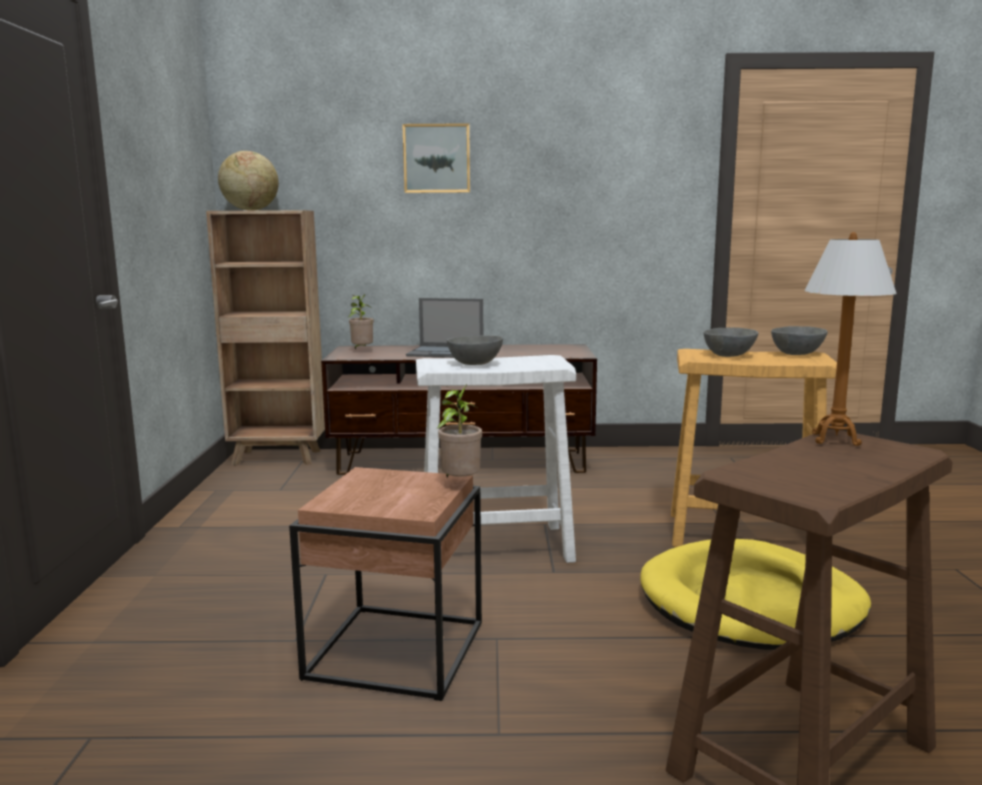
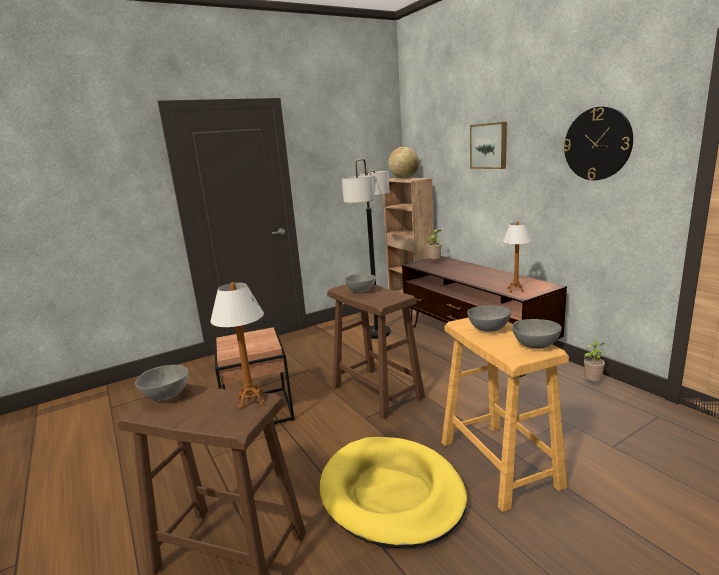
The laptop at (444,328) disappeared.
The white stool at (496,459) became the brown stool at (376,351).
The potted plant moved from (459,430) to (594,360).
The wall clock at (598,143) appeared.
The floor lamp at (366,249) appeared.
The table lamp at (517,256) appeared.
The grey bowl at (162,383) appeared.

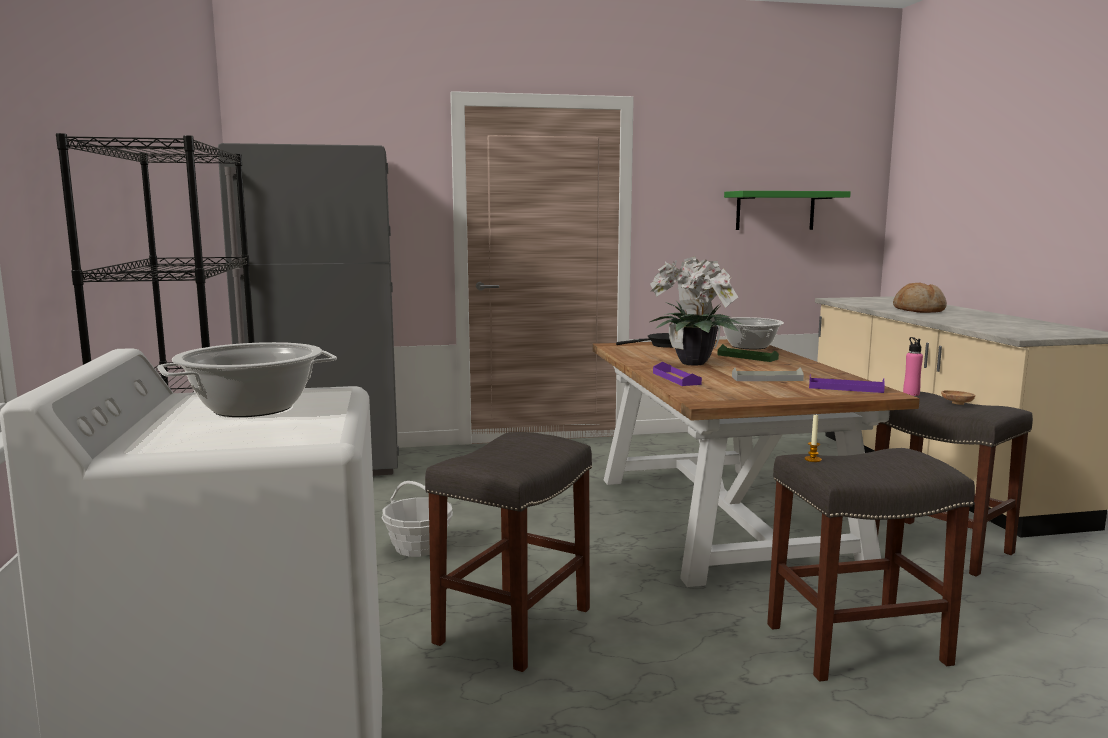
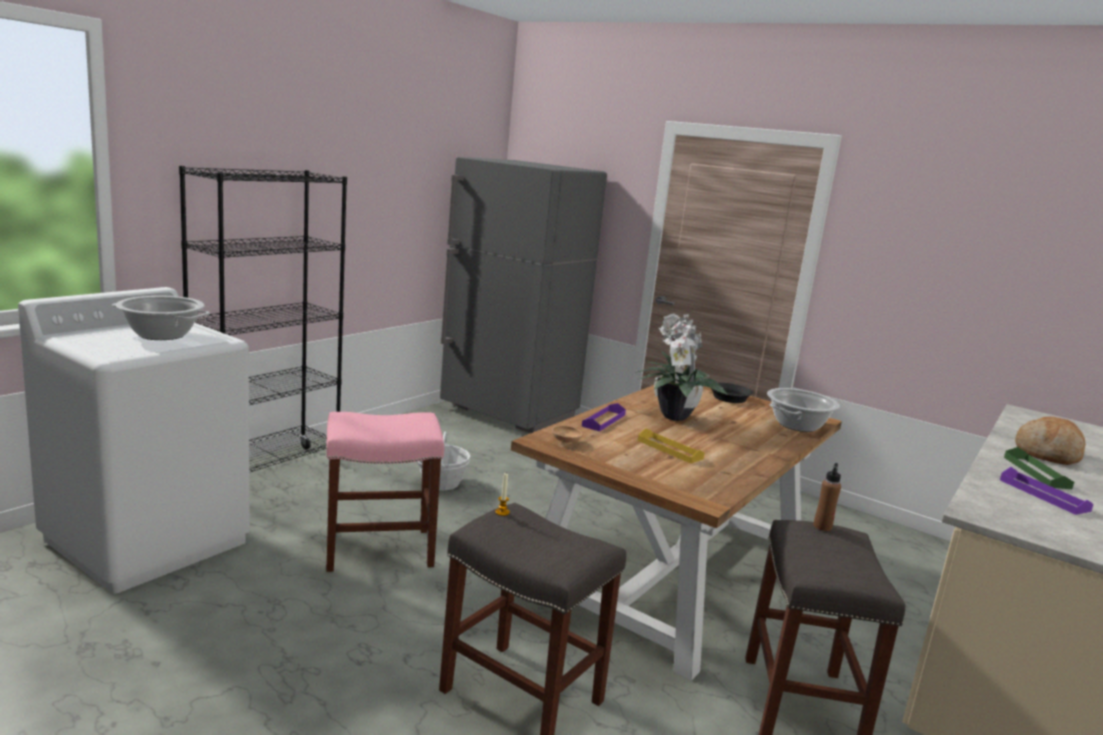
The green shelf at (787,210) disappeared.
The pink bottle at (913,366) became the brown bottle at (827,497).
The green tray moved from (748,353) to (1039,468).
The grey tray at (768,374) became the yellow tray at (671,445).
The purple tray moved from (847,383) to (1047,491).
The brown bowl moved from (958,397) to (567,435).
The grey stool at (508,552) became the pink stool at (385,492).

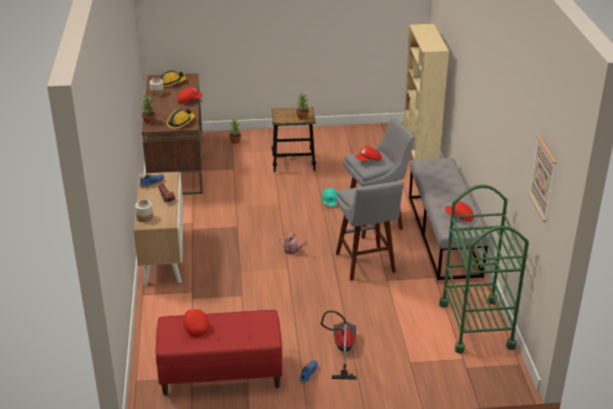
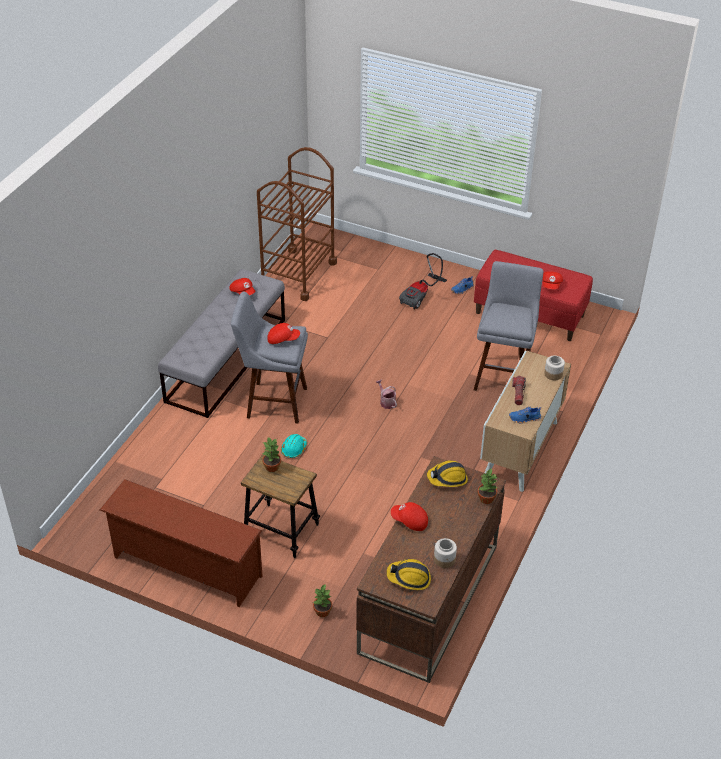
The beige bookcase at (426,92) disappeared.
The picture at (542,179) disappeared.
The grey stool moved from (370,231) to (508,326).
The green cart at (484,269) became the brown cart at (297,224).
The brown shoe rack at (181,543) appeared.

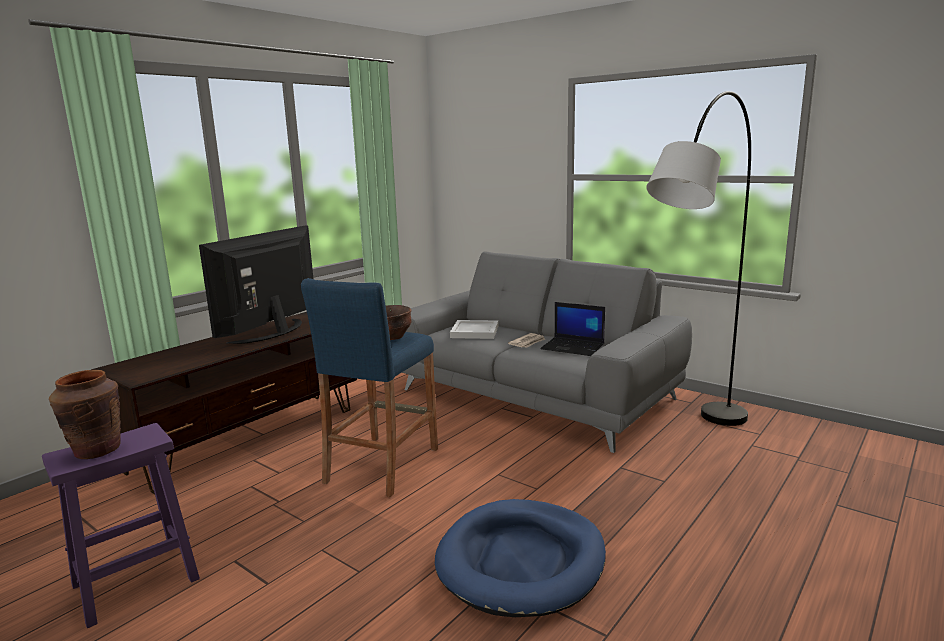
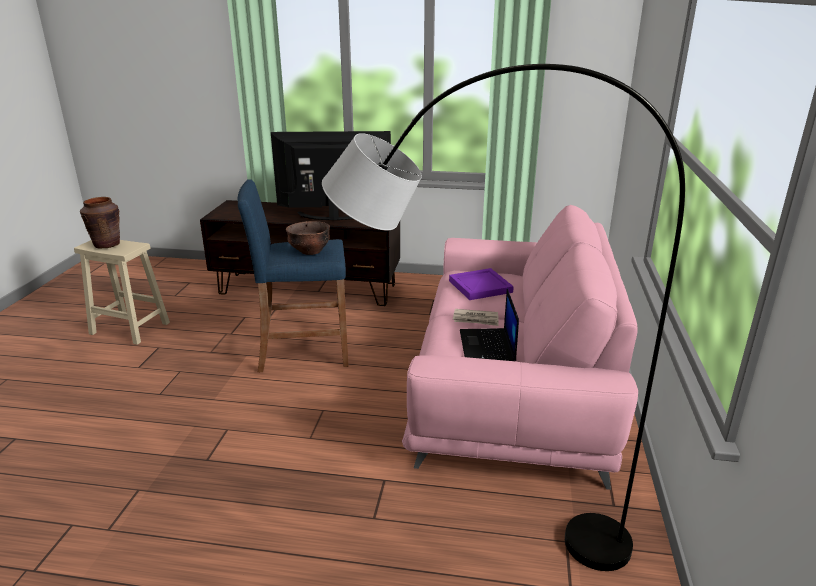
The grey sofa at (546,352) became the pink sofa at (520,347).
The white tray at (474,329) became the purple tray at (481,284).
The purple stool at (121,525) became the beige stool at (122,292).
The blue dog bed at (520,558) disappeared.

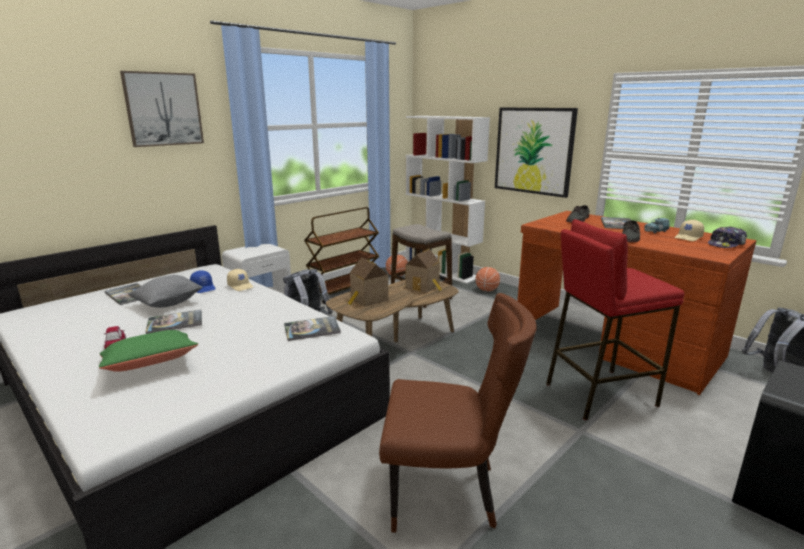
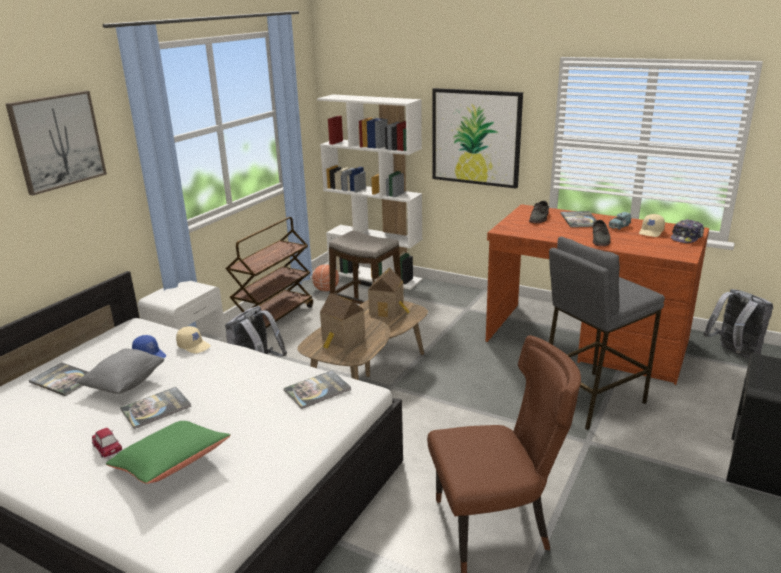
The red stool at (615,319) became the grey stool at (607,333).
The basketball at (487,279) disappeared.

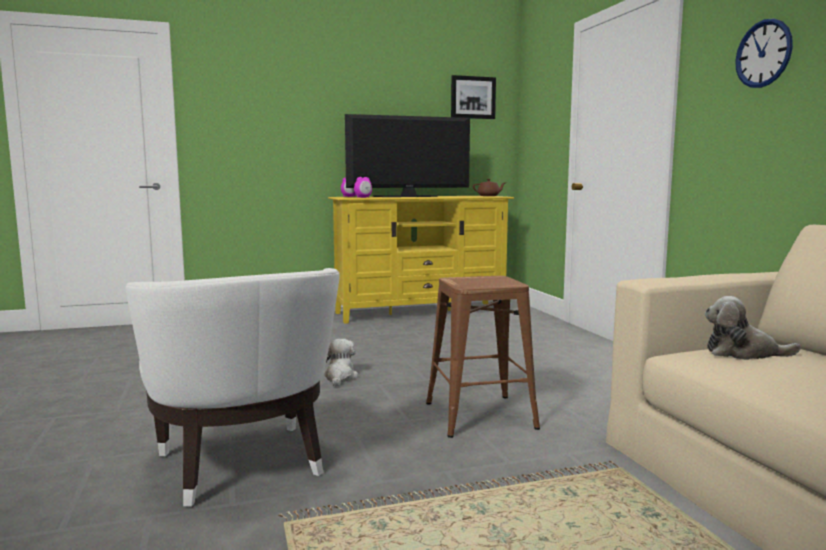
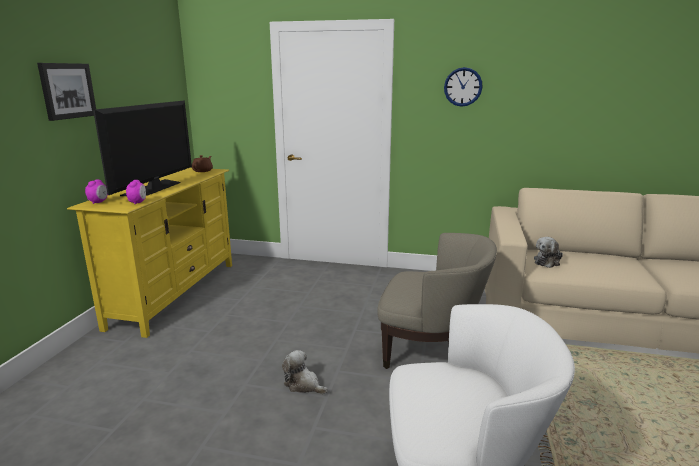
The picture moved from (473,97) to (66,92).
The brown stool at (483,357) was replaced by the beige armchair at (437,301).

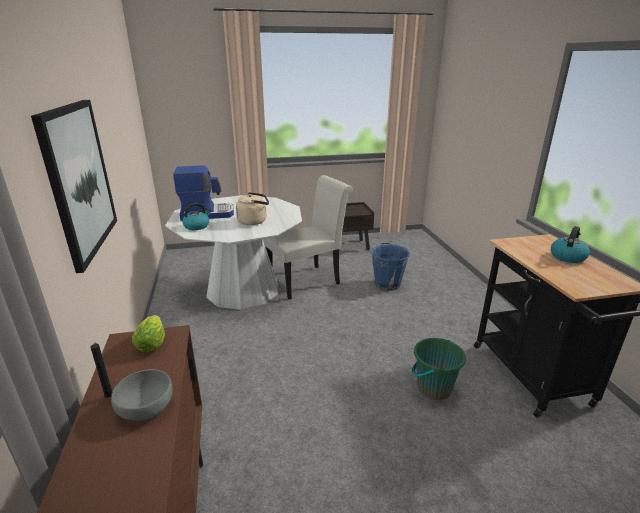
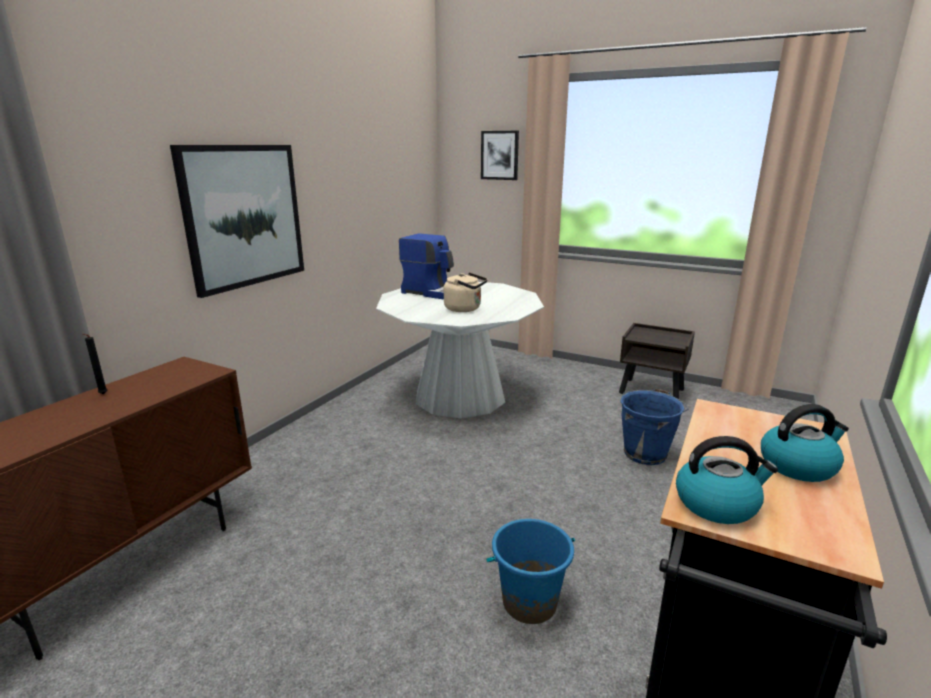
The white chair at (308,237) disappeared.
The kettle moved from (196,216) to (727,480).
The lettuce at (148,333) disappeared.
The green bucket at (439,369) became the blue bucket at (530,571).
The grey bowl at (142,395) disappeared.
The picture at (500,155) appeared.

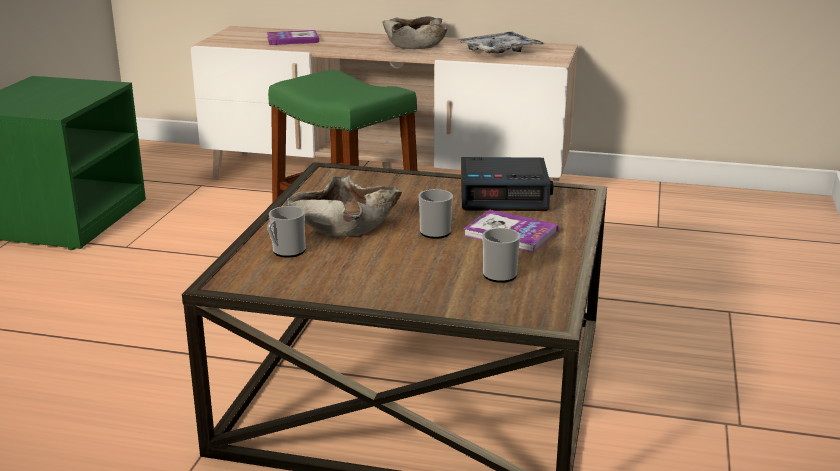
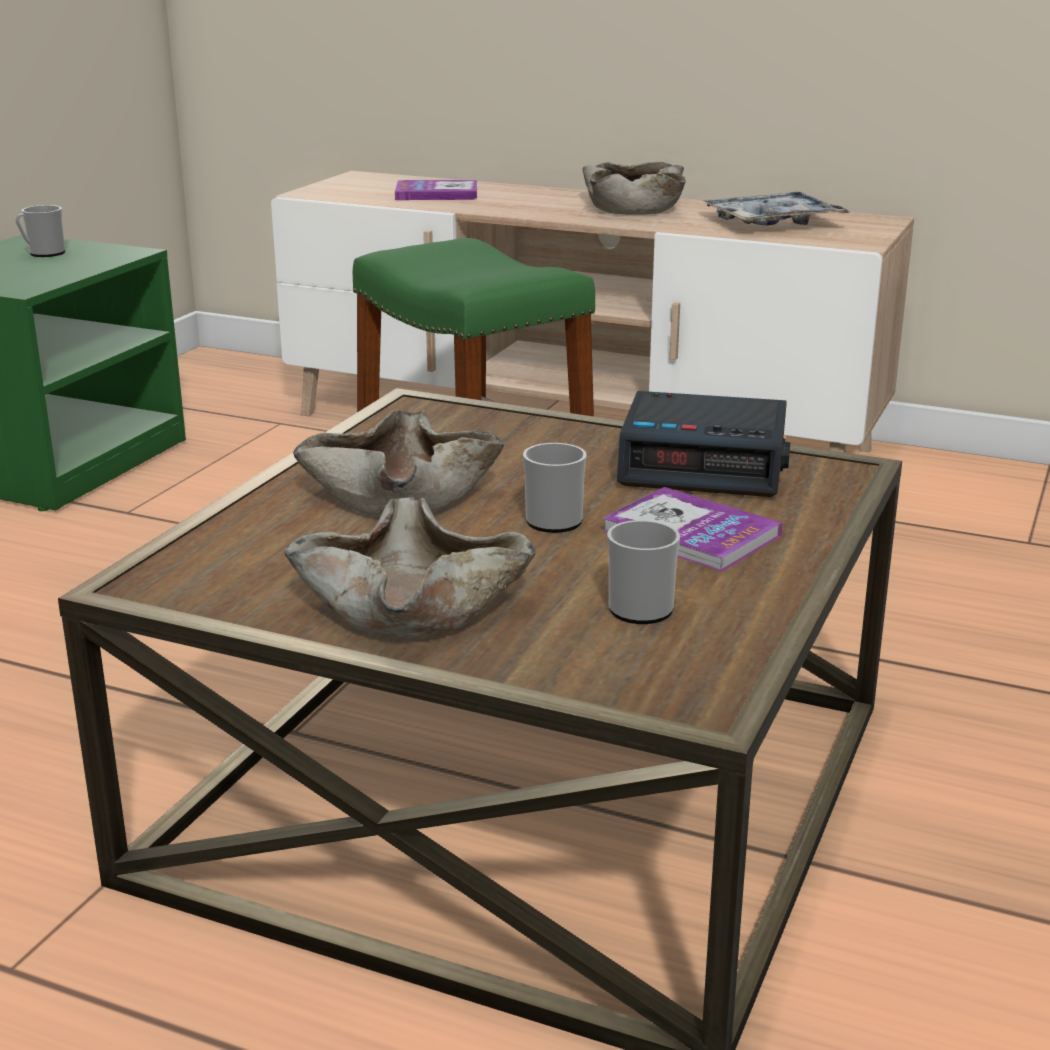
The mug moved from (286,232) to (40,231).
The beige bowl at (410,567) appeared.

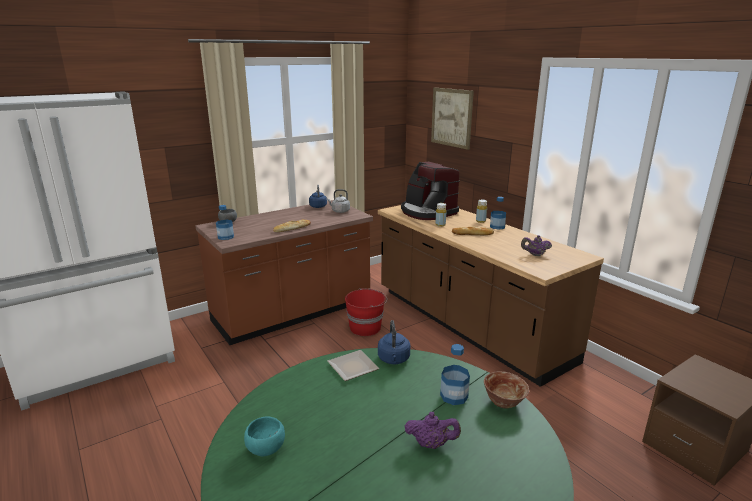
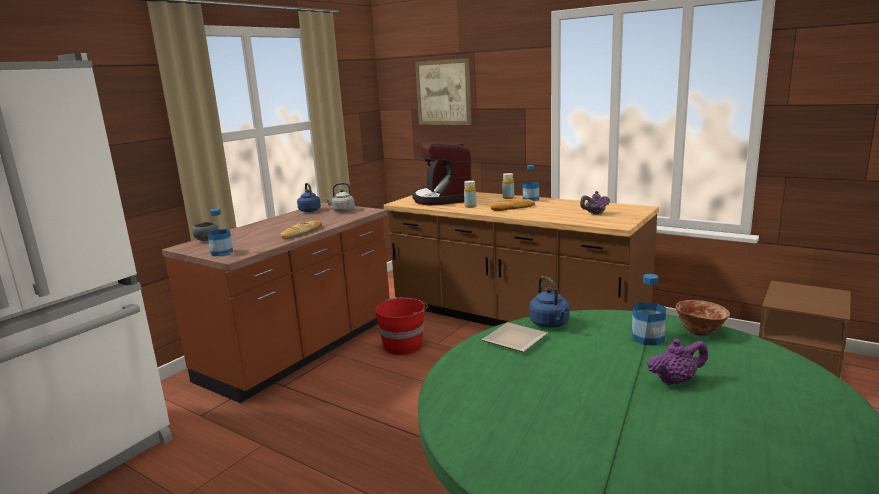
The coffee machine at (430,191) turned 45 degrees clockwise.
The turquoise bowl at (264,436) disappeared.

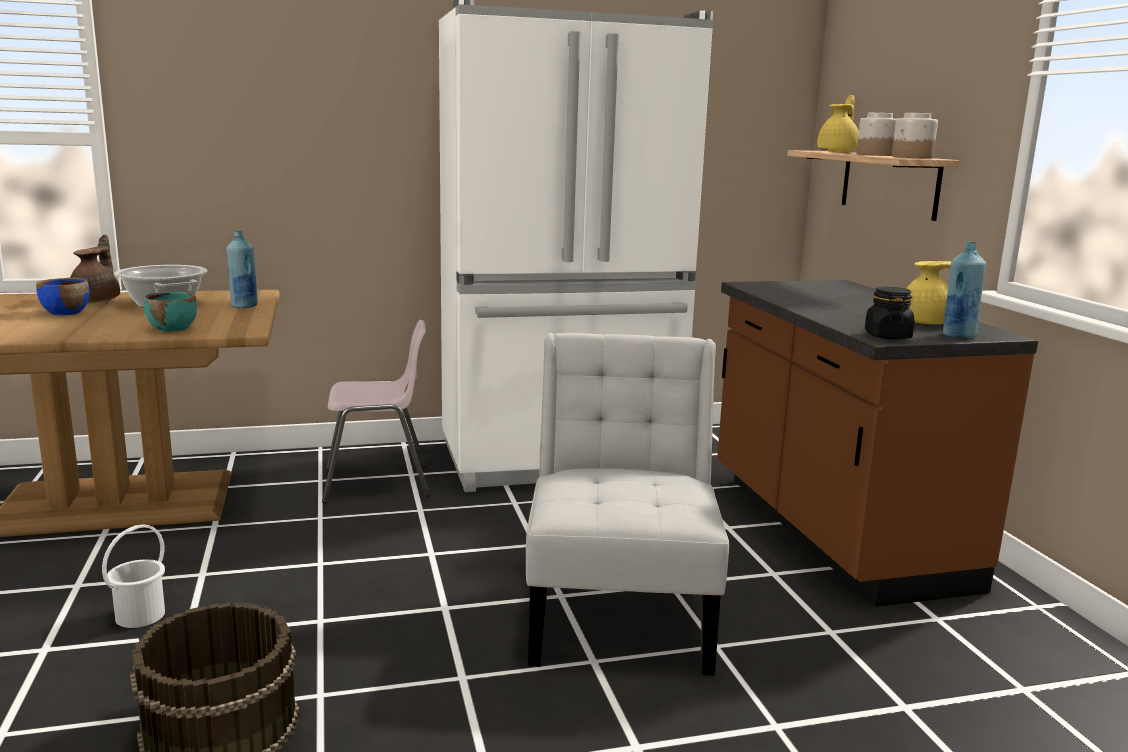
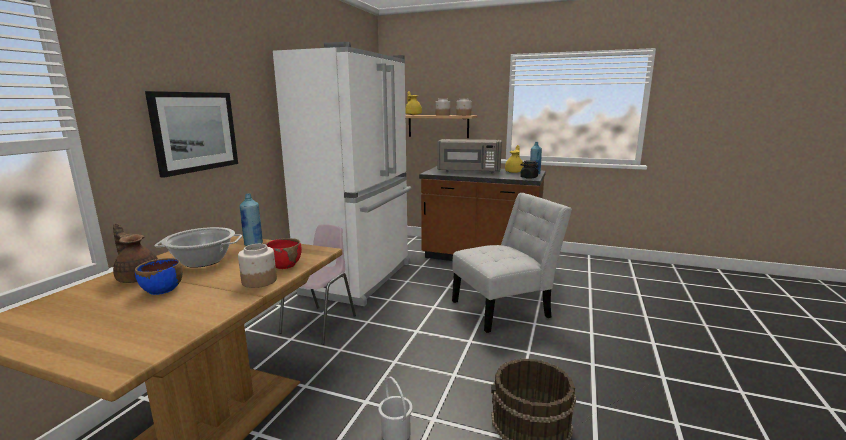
The turquoise bowl at (170,312) became the red bowl at (284,253).
The white chair at (627,504) turned 120 degrees clockwise.
The picture at (191,134) appeared.
The grey microwave at (469,156) appeared.
The jar at (257,266) appeared.

